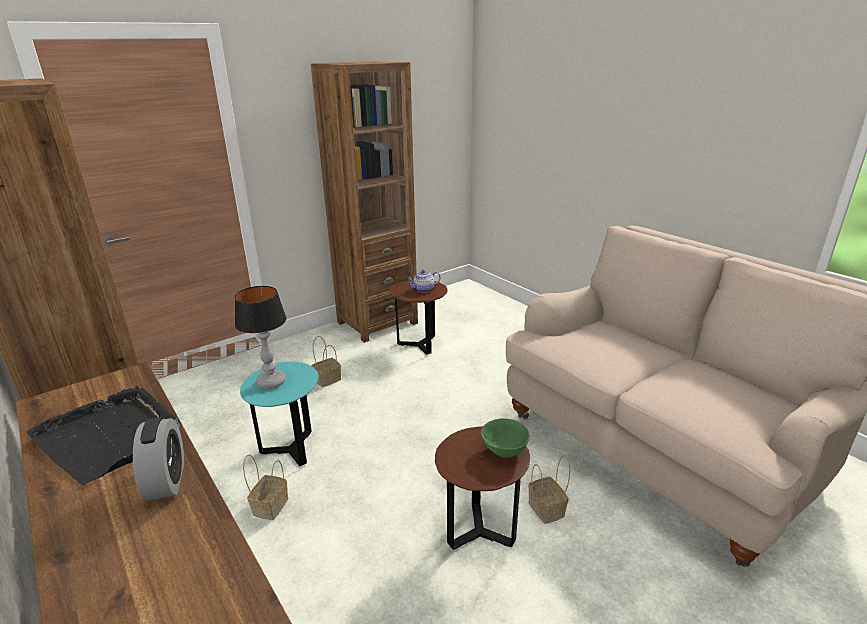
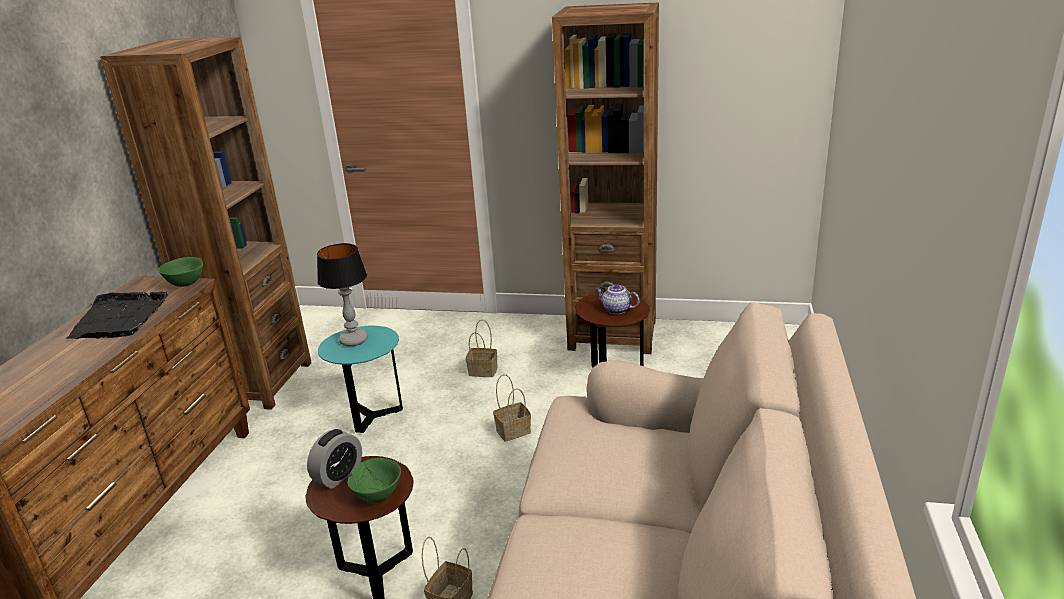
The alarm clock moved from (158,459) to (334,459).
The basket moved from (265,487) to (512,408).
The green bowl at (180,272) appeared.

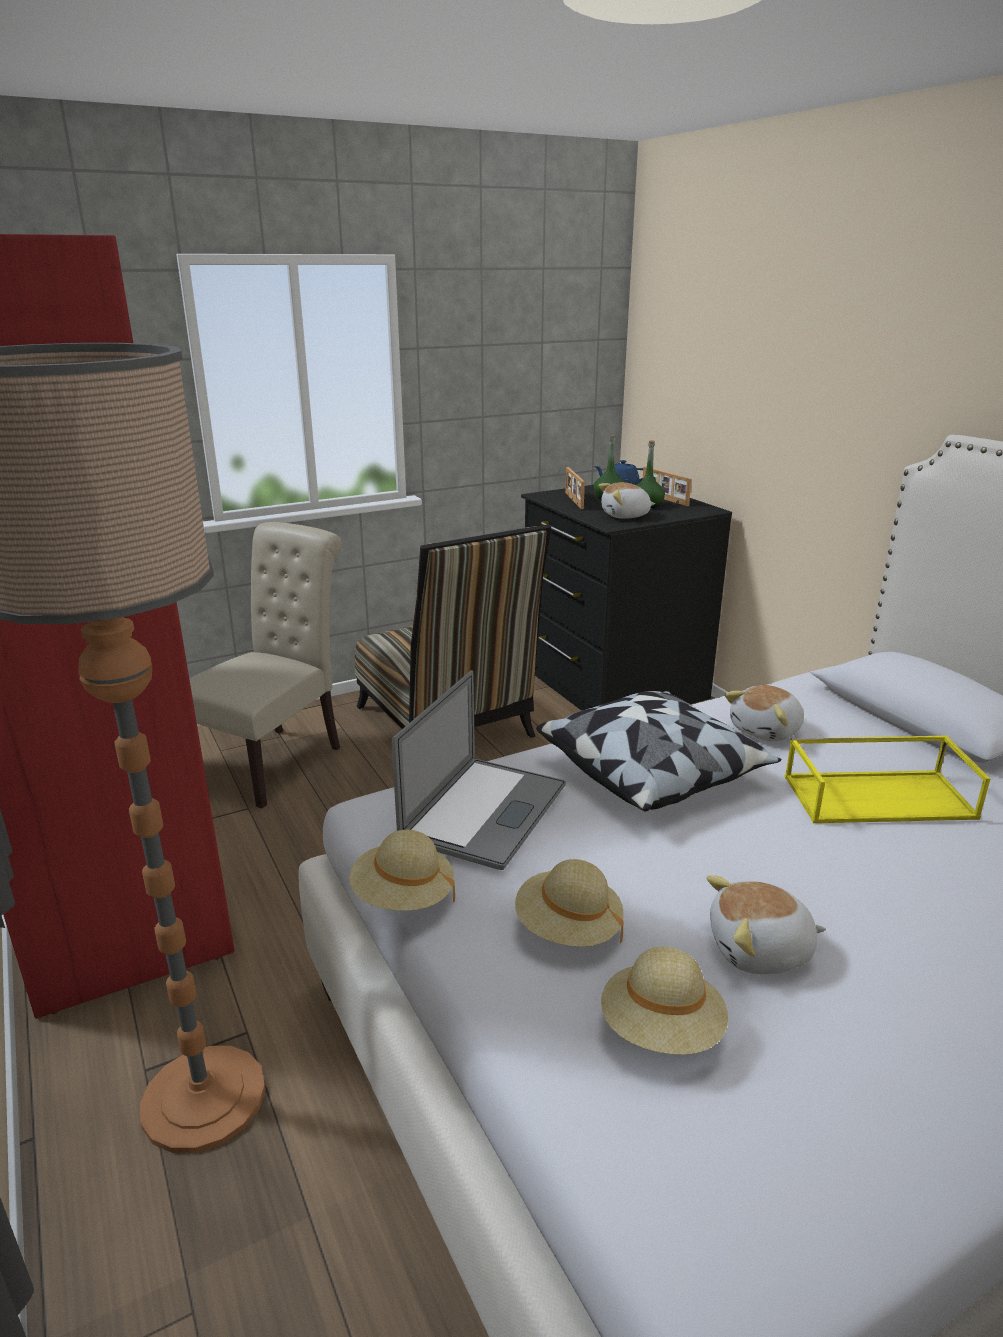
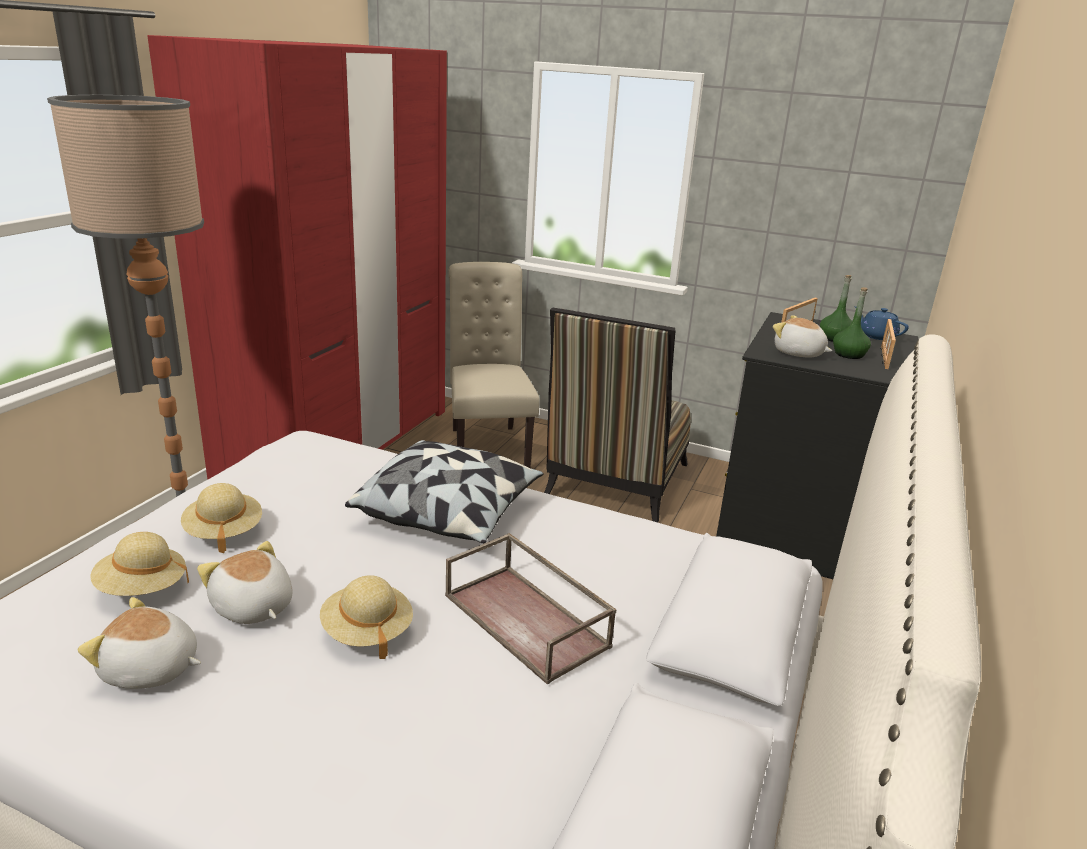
The beige chair at (265,665) turned 90 degrees counterclockwise.
The laptop at (479,770) disappeared.
The plush toy moved from (764,713) to (139,643).
The yellow tray at (887,779) became the brown tray at (531,609).
The beige hat moved from (402,870) to (366,617).

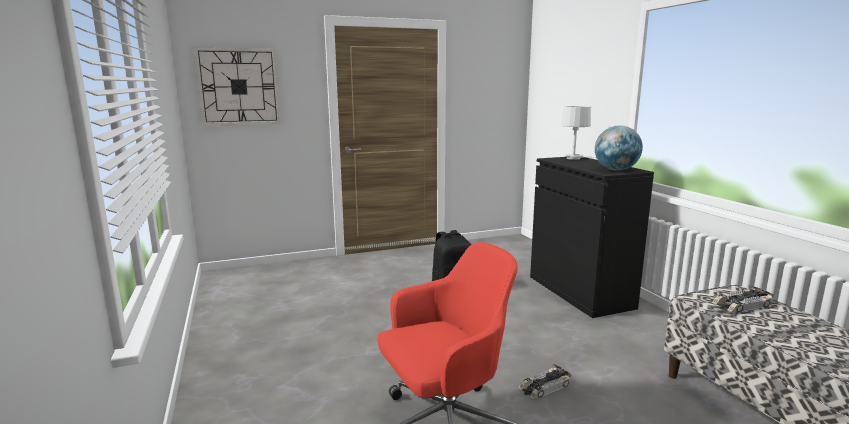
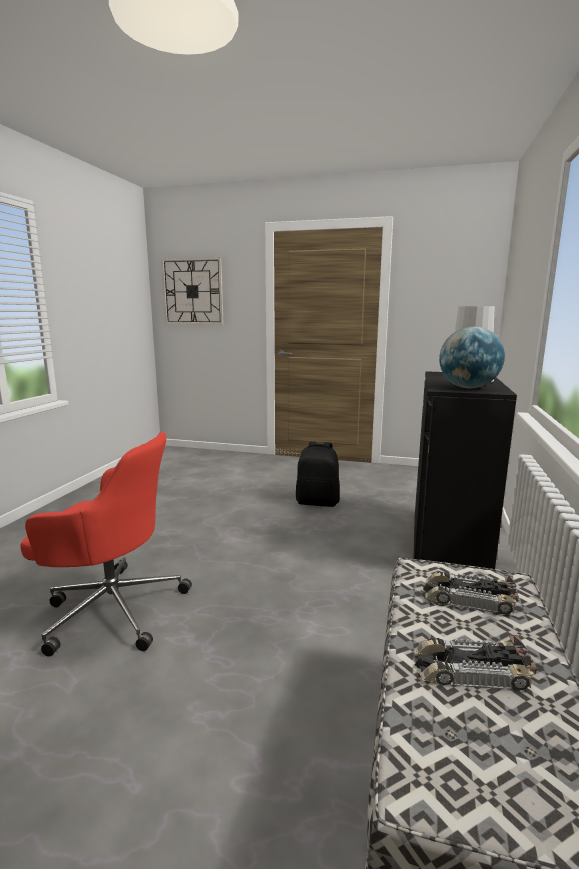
The toy car moved from (545,381) to (476,662).

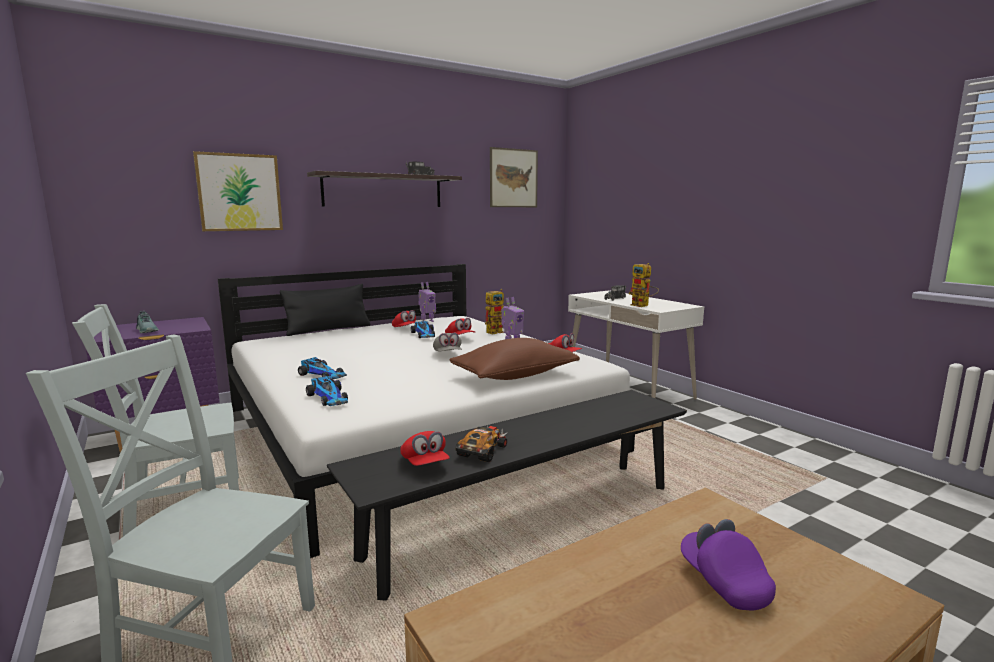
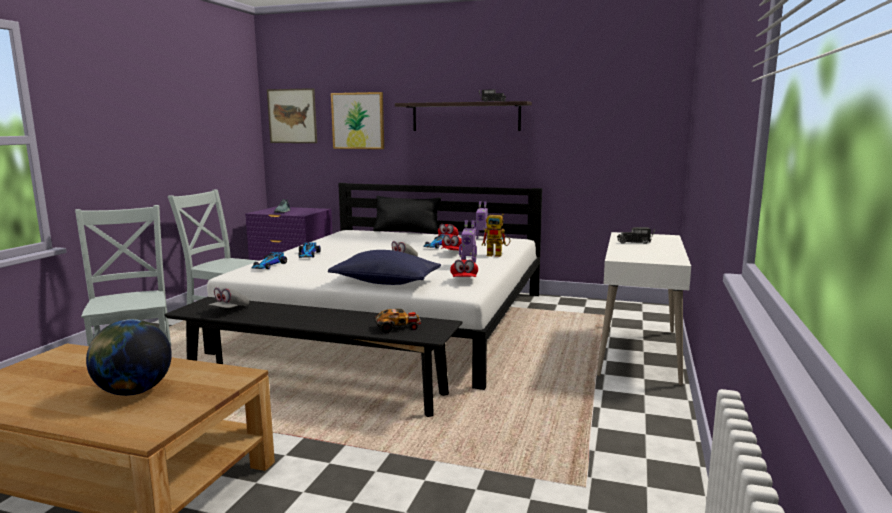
The picture moved from (514,177) to (292,115).
The toy robot at (644,285) disappeared.
The brown pillow at (514,359) became the blue pillow at (384,267).
The toy car moved from (482,443) to (397,321).
The red cap at (425,448) became the grey cap at (228,297).
The purple cap at (728,564) was replaced by the globe at (129,357).

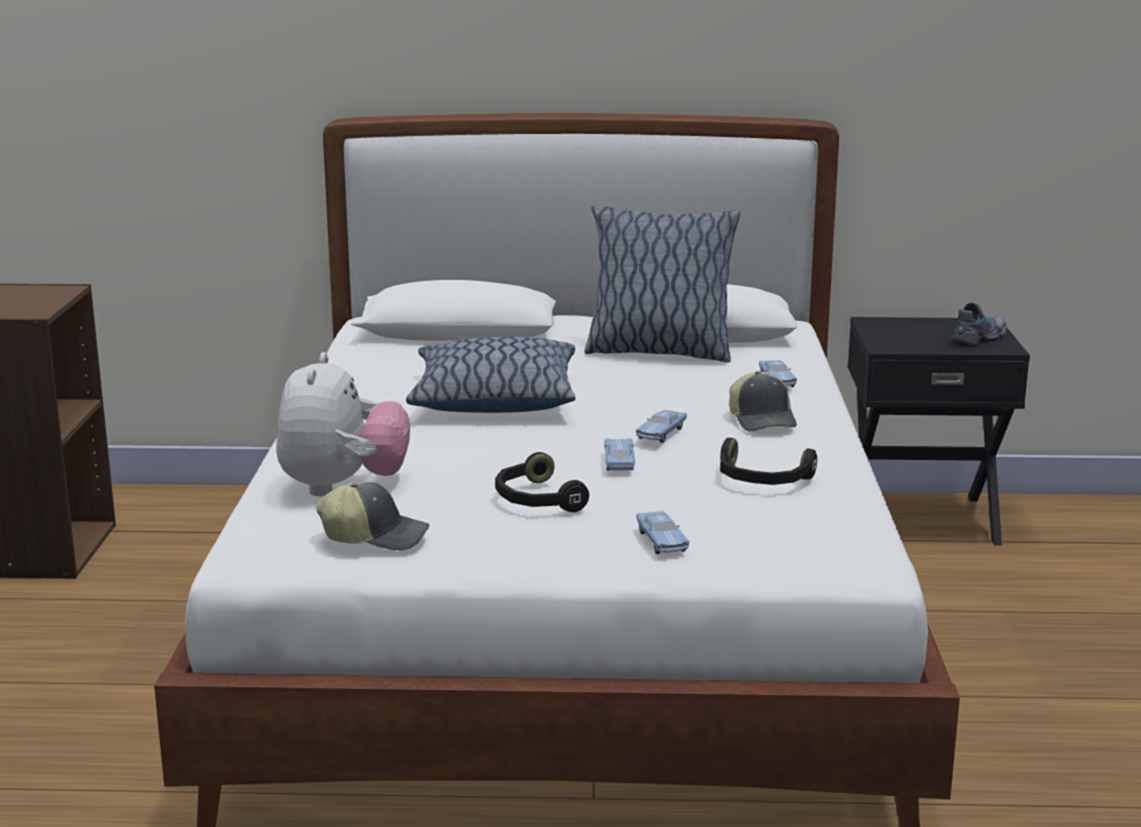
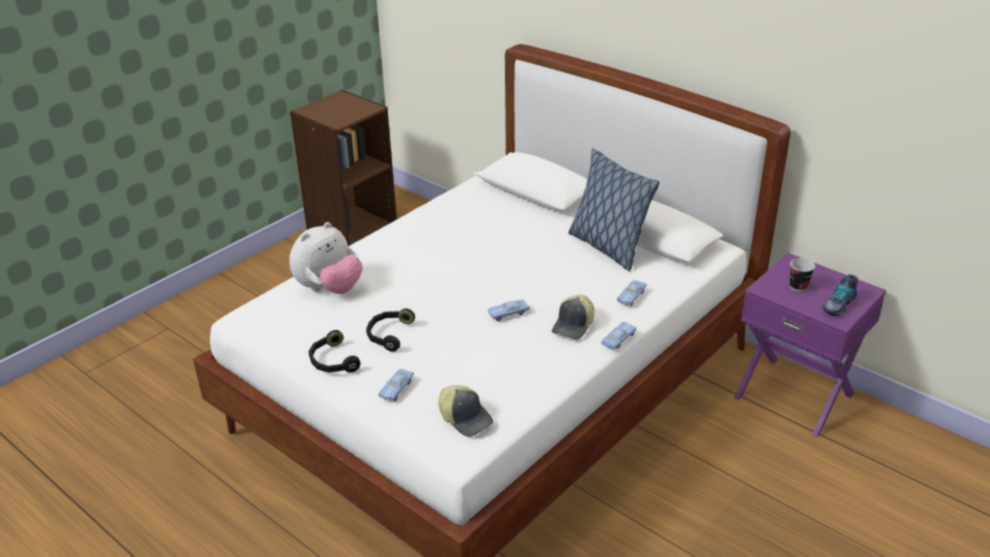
The shoe at (979,324) turned 135 degrees clockwise.
The black nightstand at (939,431) became the purple nightstand at (810,345).
The pillow at (491,375) disappeared.
The black headphones moved from (768,461) to (334,351).
The blue toy car moved from (619,455) to (618,336).
The cap moved from (373,516) to (465,411).
The cup at (802,274) appeared.

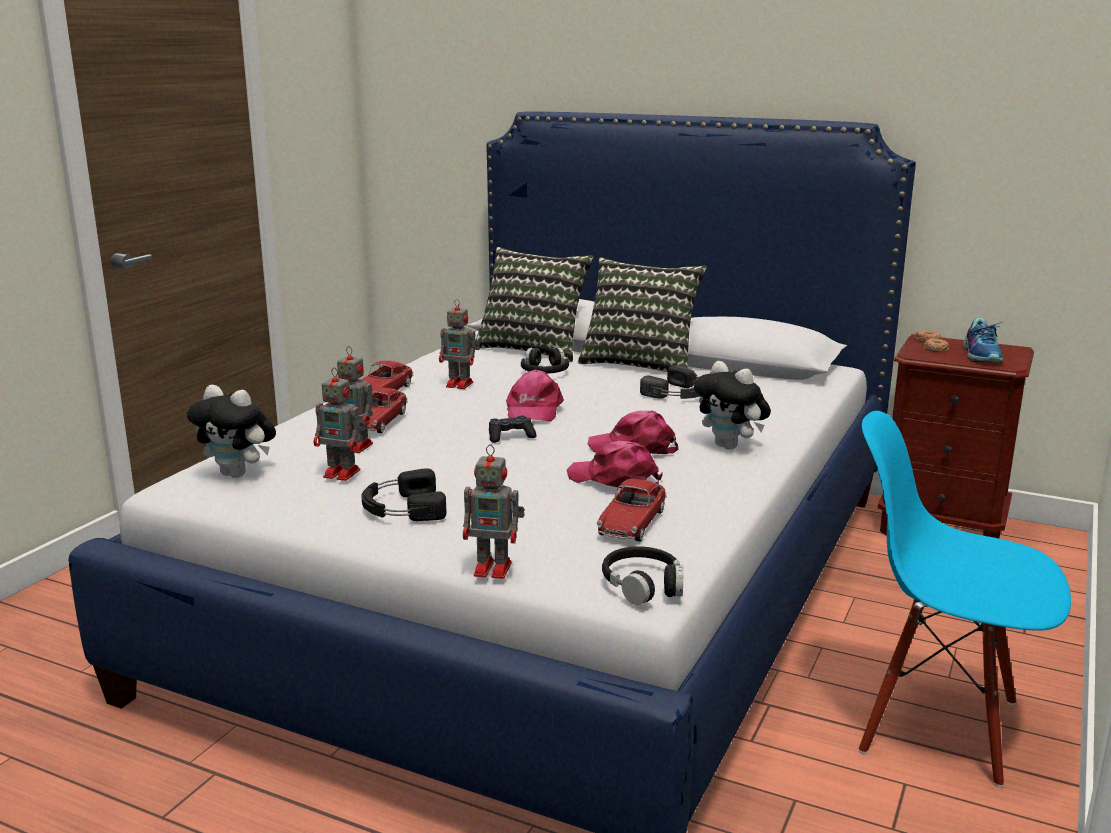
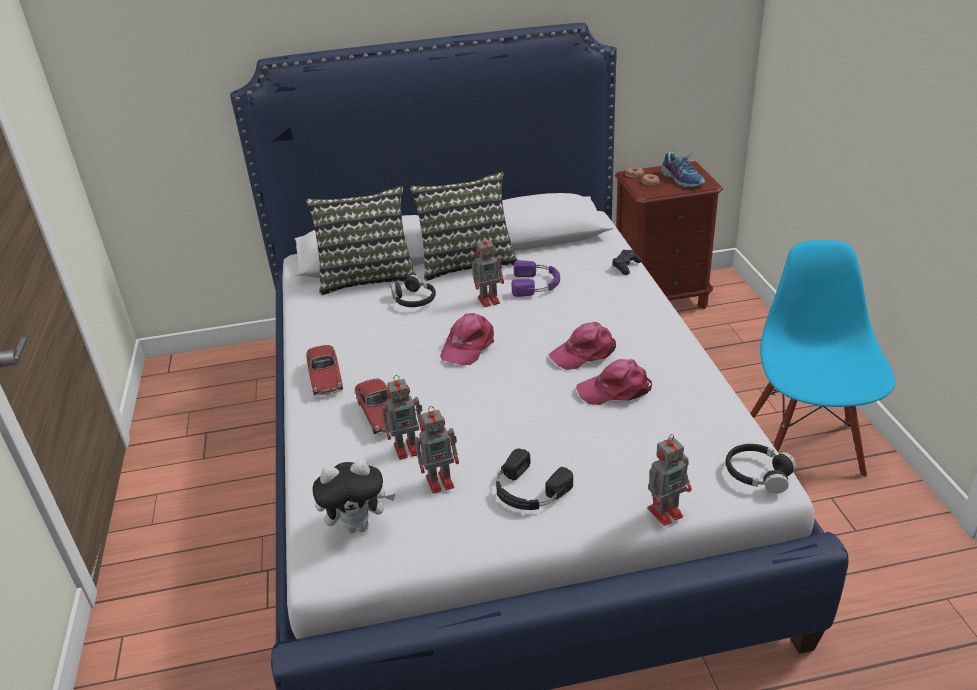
The toy robot moved from (459,344) to (488,271).
The plush toy at (732,405) disappeared.
The black headphones at (670,382) became the purple headphones at (535,278).
The pink cap at (535,395) turned 60 degrees clockwise.
The blue chair at (965,599) turned 105 degrees clockwise.
The black game controller moved from (512,429) to (627,262).
The toy car at (632,510) disappeared.

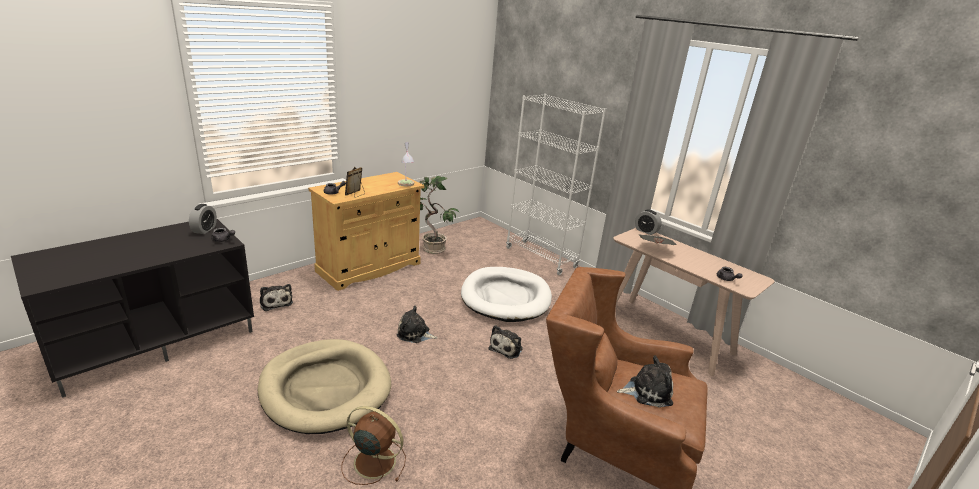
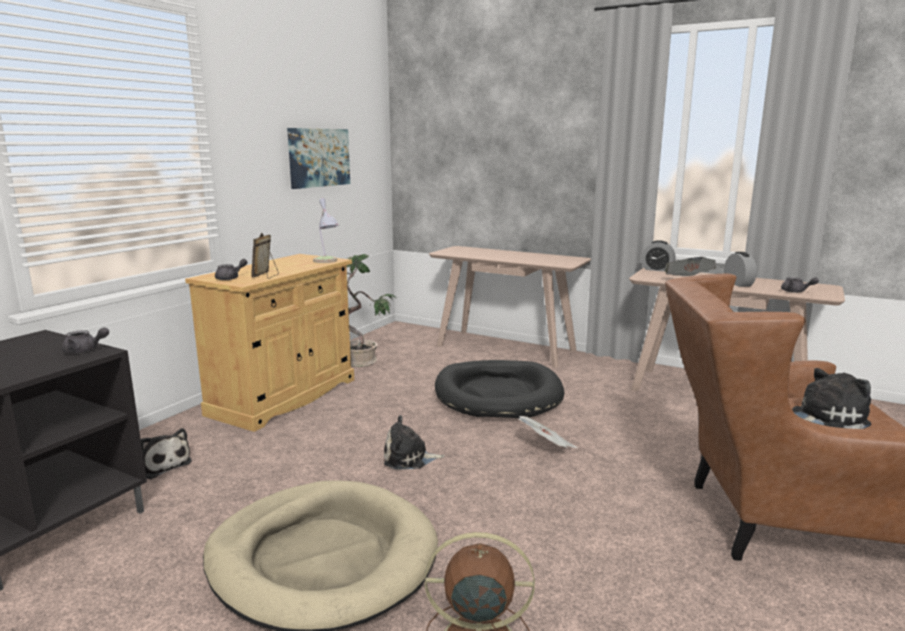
The white bookcase at (556,184) was replaced by the beige console table at (510,307).
The alarm clock moved from (203,219) to (740,269).
The white dog bed at (506,294) became the black dog bed at (500,389).
The plush toy at (505,342) was replaced by the newspaper at (548,432).
The picture at (318,158) appeared.

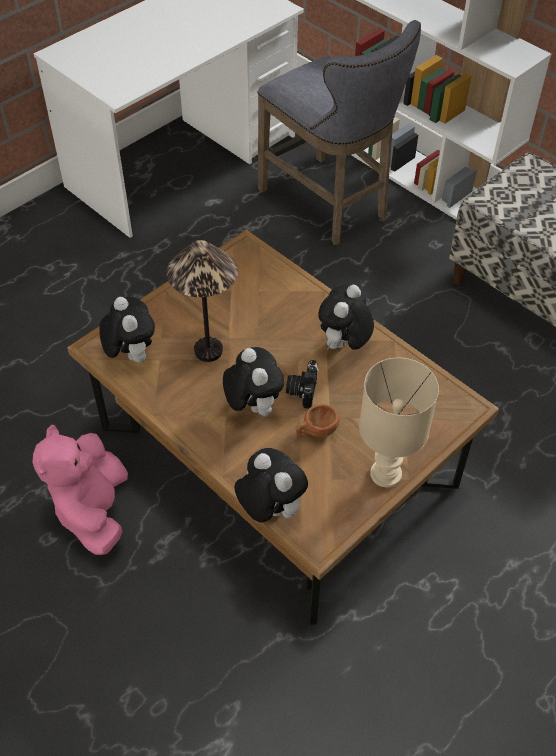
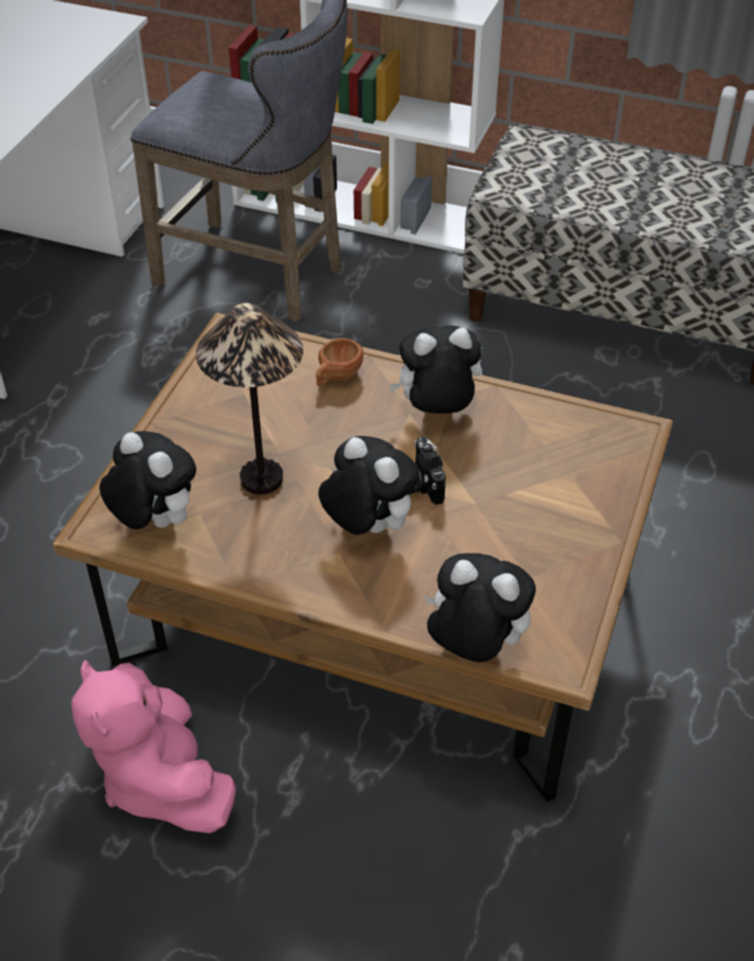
The plush toy at (346,318) turned 75 degrees clockwise.
The beige table lamp at (399,423) disappeared.
The brown cup moved from (317,421) to (340,362).

